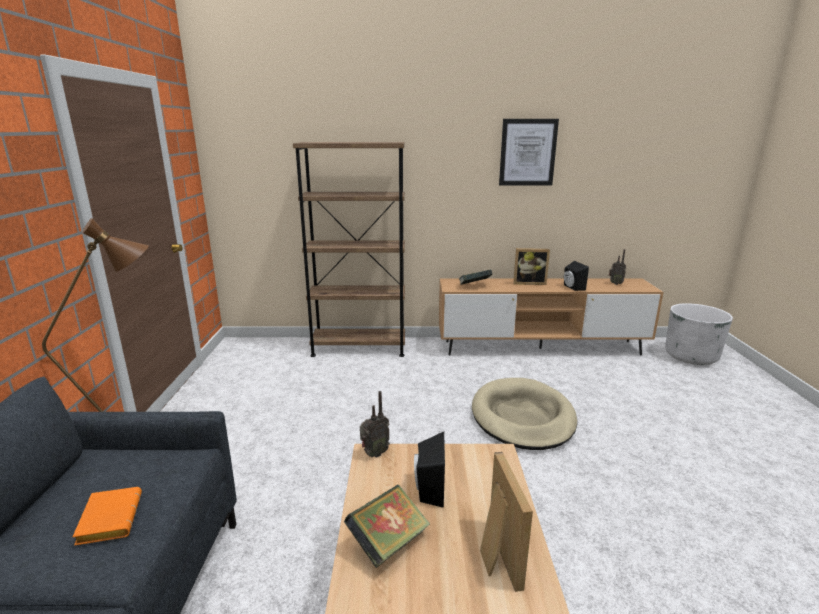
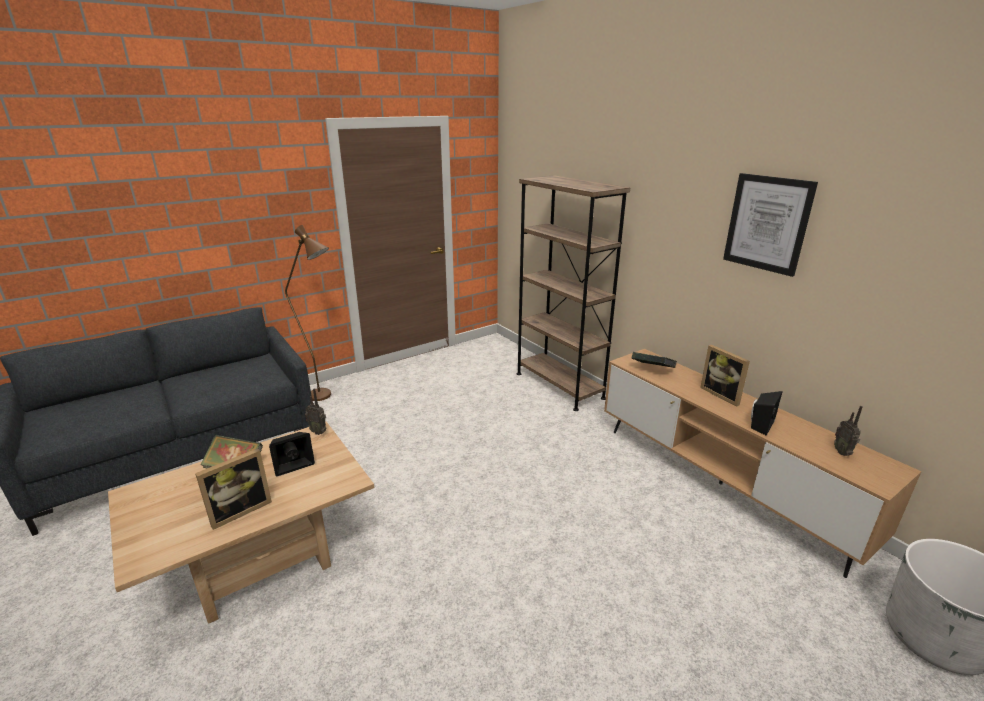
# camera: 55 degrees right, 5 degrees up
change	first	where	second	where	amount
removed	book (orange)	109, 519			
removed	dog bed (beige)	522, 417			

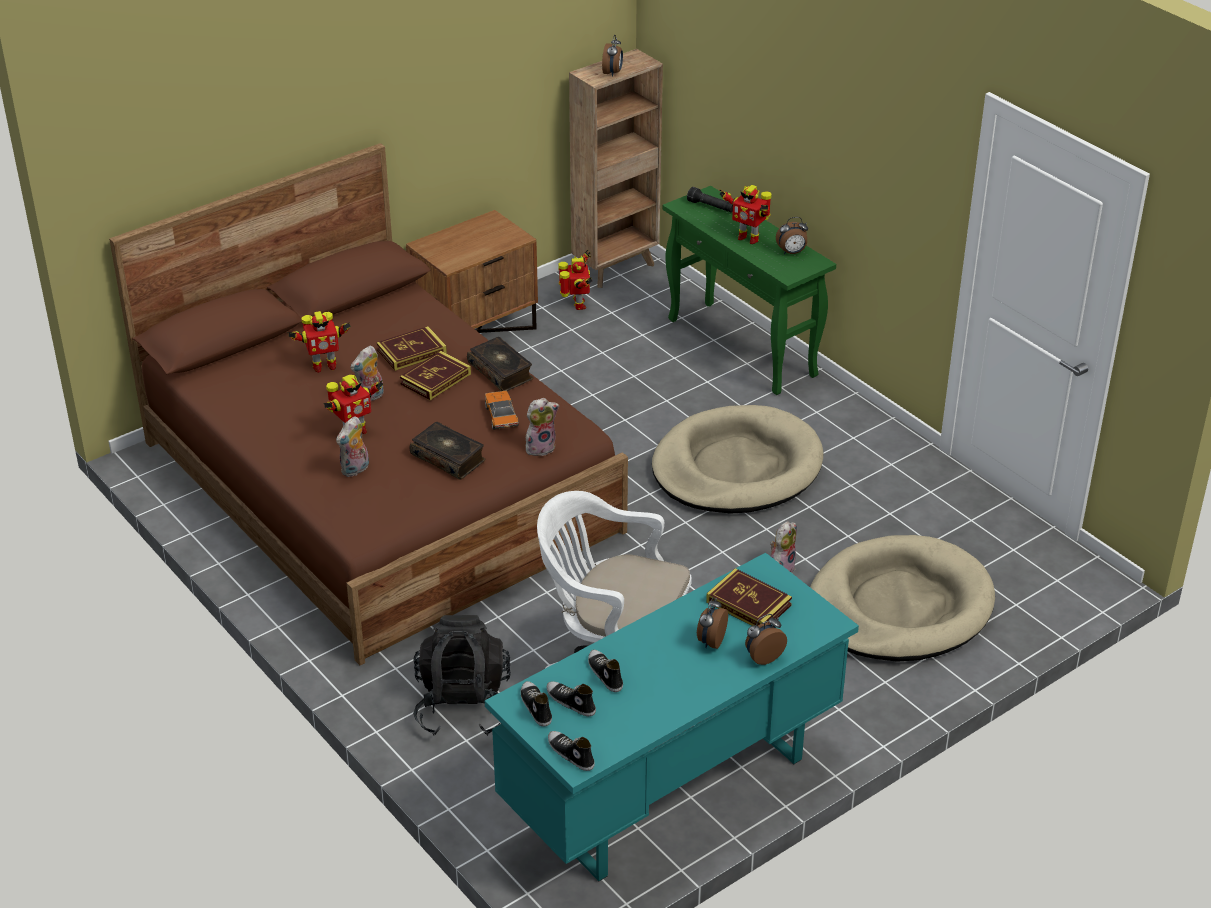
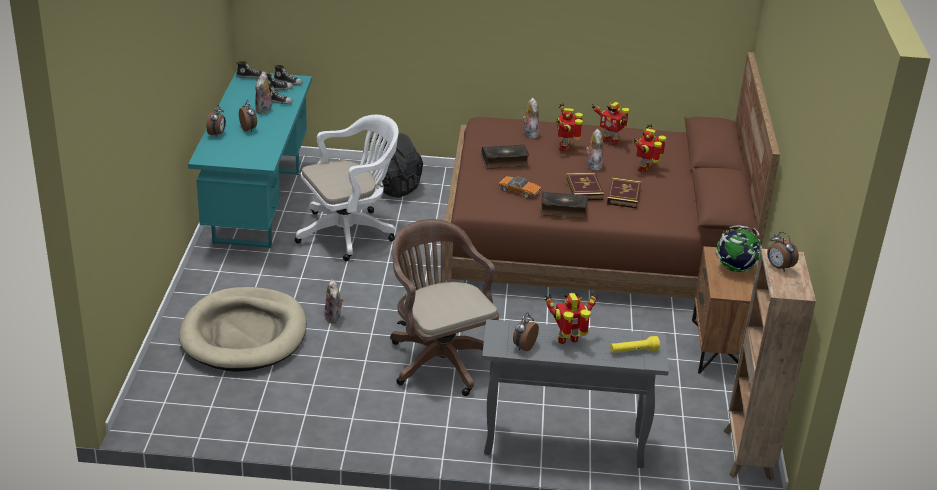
# camera: 130 degrees right, 5 degrees down
change	first	where	second	where	amount
removed	book	748, 603			
added			globe	735, 268	
moved	plush toy	540, 447		264, 110	
moved	toy robot	577, 305		610, 141	
replaced	dog bed (beige)	736, 467	office chair (brown)	439, 358	
recoloured	console table (green)	743, 348	console table (grey)	562, 445	
recoloured	flashlight (black)	711, 207	flashlight (yellow)	633, 351	

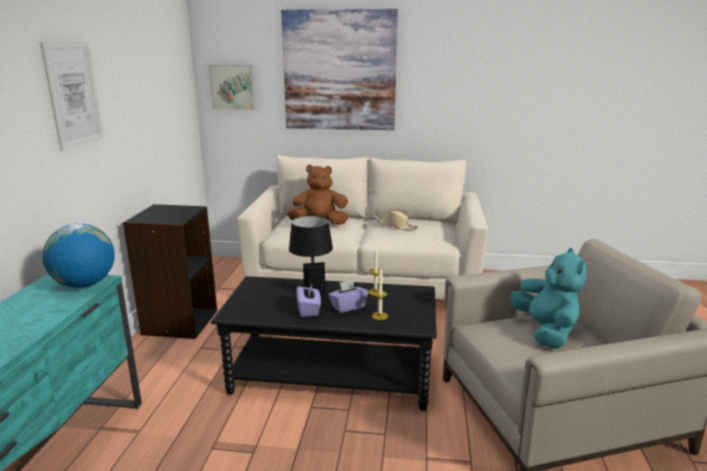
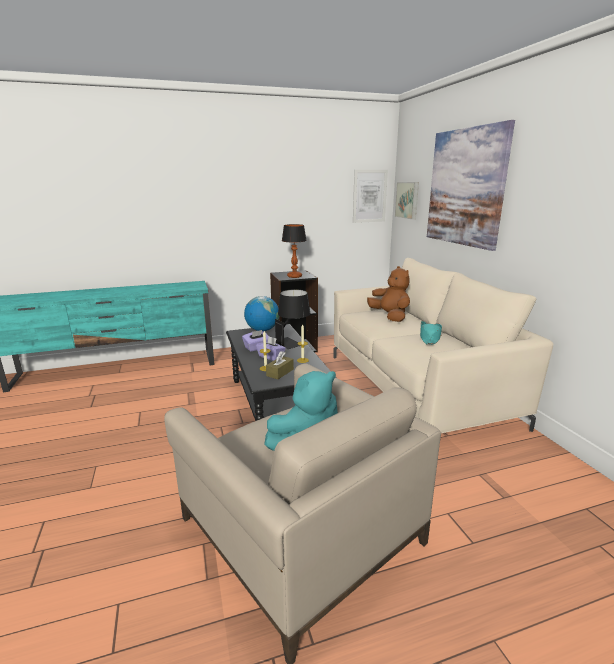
# camera: 65 degrees right, 0 degrees up
change	first	where	second	where	amount
added			tissue box (brown)	280, 372	
added			table lamp	294, 276	
moved	picture	73, 94		369, 196	
moved	globe	84, 284		262, 330	
recoloured	hat (beige)	395, 225	hat (turquoise)	429, 338	

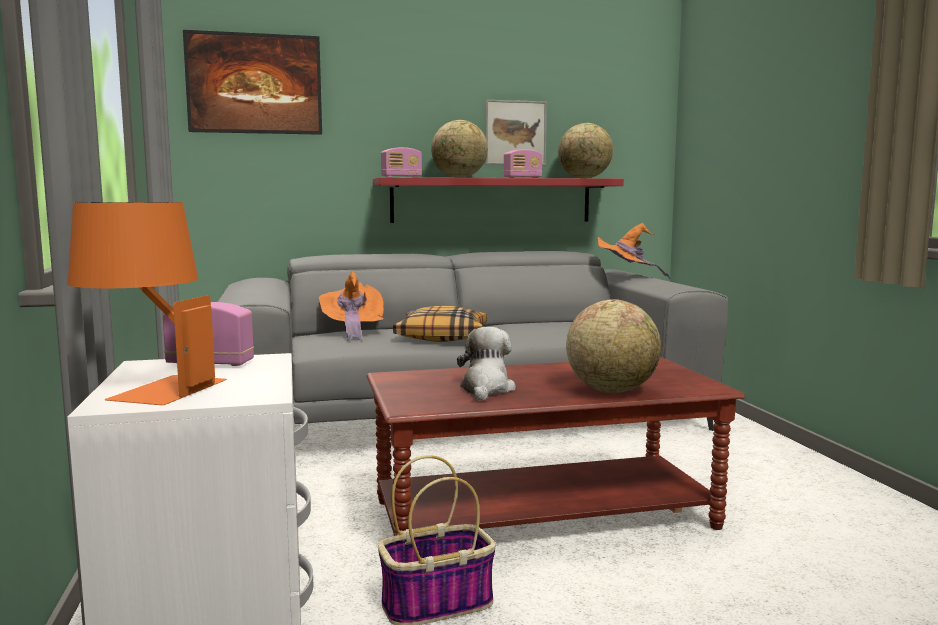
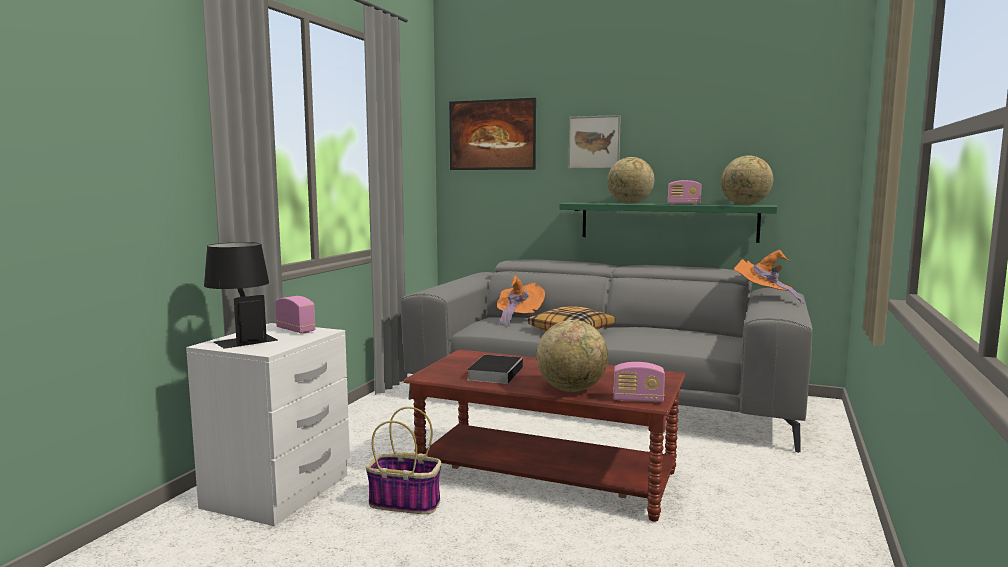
# camera: 35 degrees right, 0 degrees up
change	first	where	second	where	amount
moved	radio	401, 177		638, 400	
moved	picture	515, 133		594, 142	
replaced	plush toy	486, 389	book	495, 373	
recoloured	table lamp (orange)	148, 387	table lamp (black)	241, 339	
recoloured	shelf (red)	492, 200	shelf (green)	667, 221	

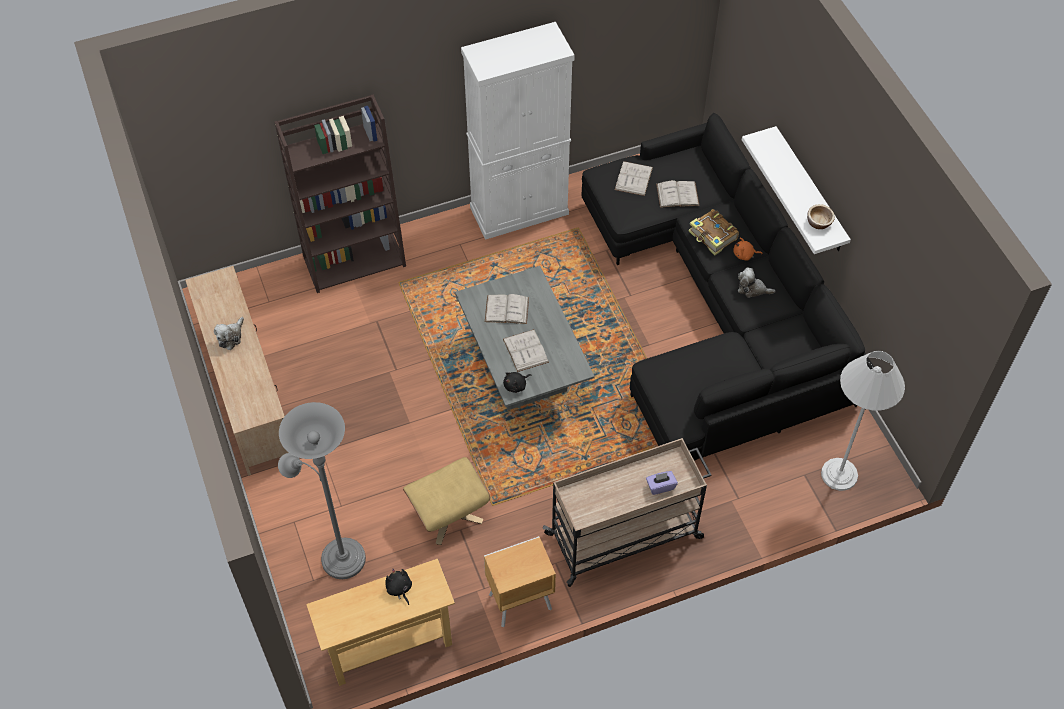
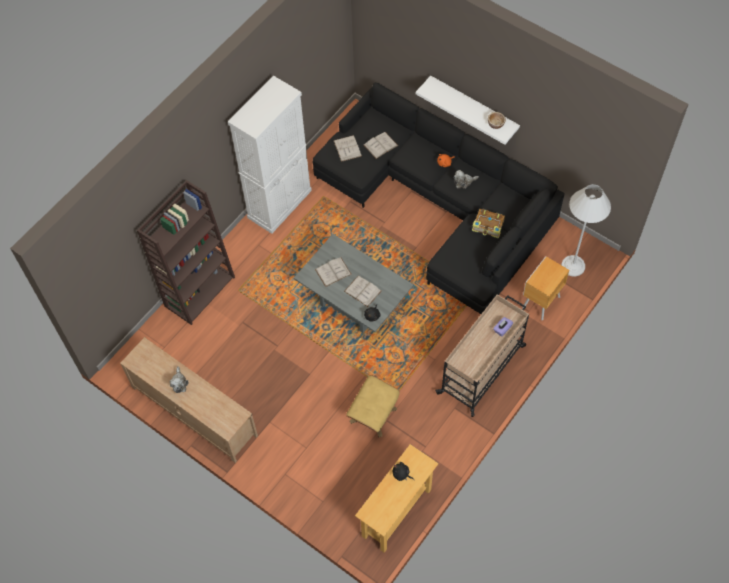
# camera: 30 degrees left, 5 degrees up
change	first	where	second	where	amount
removed	floor lamp (grey)	338, 556			
moved	nightstand (brown)	518, 602		540, 303	
moved	book	713, 237		488, 226	

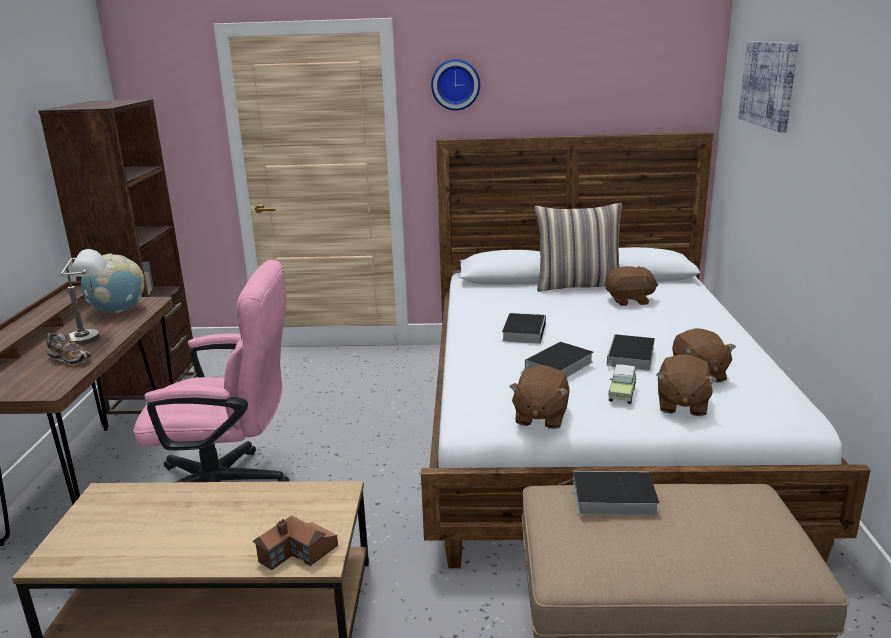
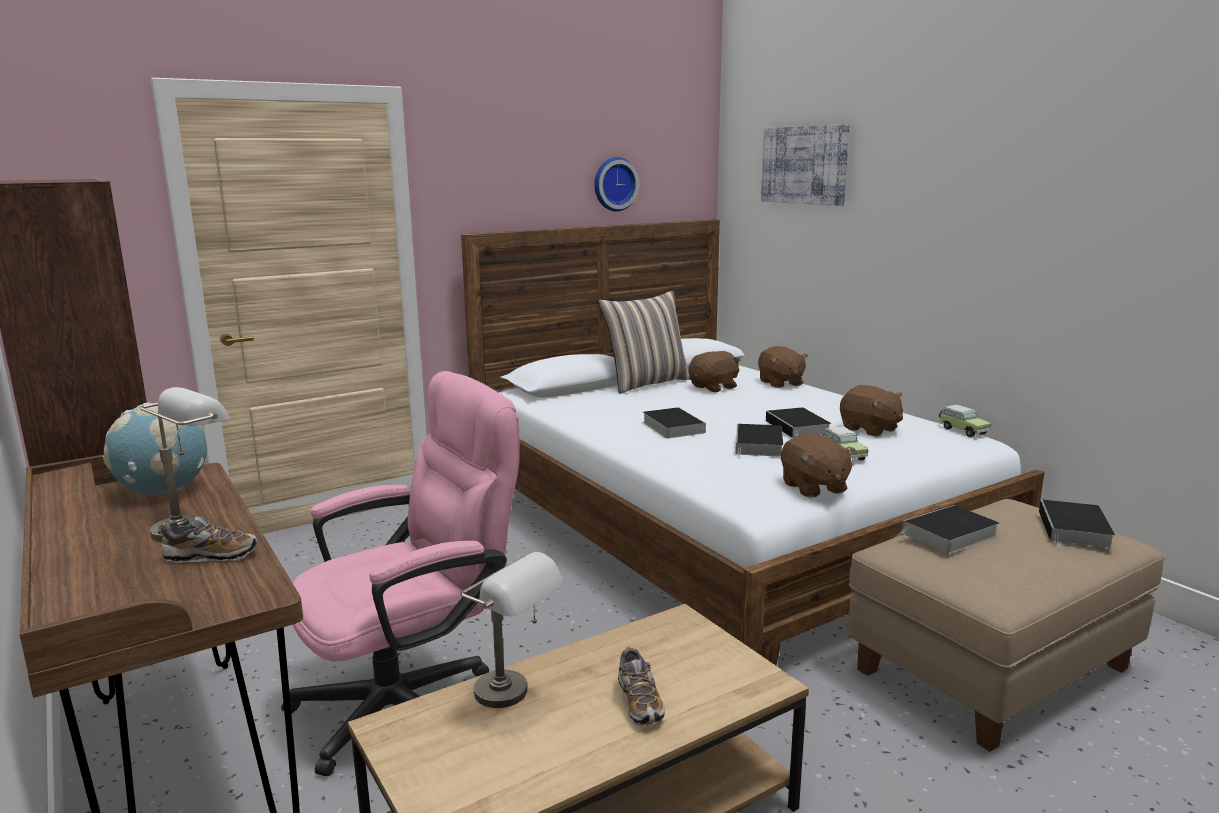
# camera: 35 degrees left, 5 degrees down
change	first	where	second	where	amount
removed	toy house	298, 553			
added			table lamp (grey)	516, 697	
added			shoe	639, 703	
added			toy car	962, 430	
added			book	1075, 530	
moved	wall clock	455, 84		614, 184	
moved	plush toy (brown)	681, 405		780, 383	

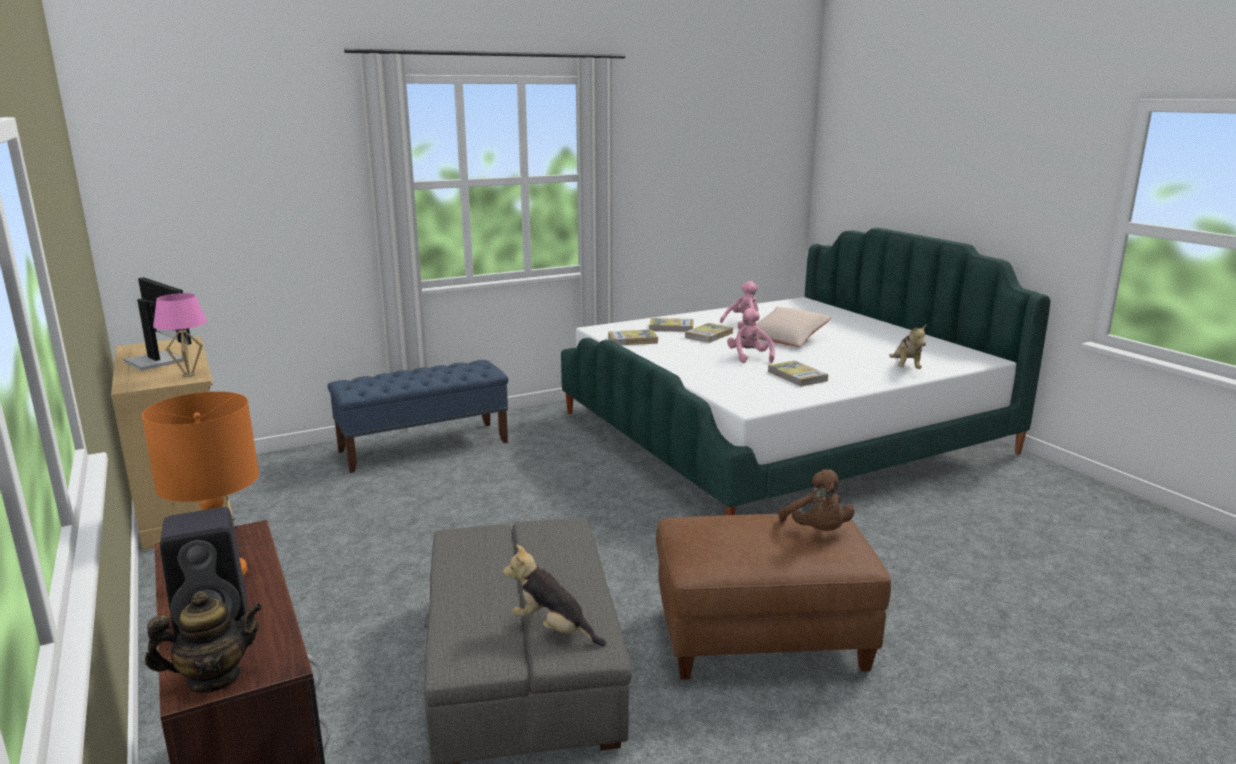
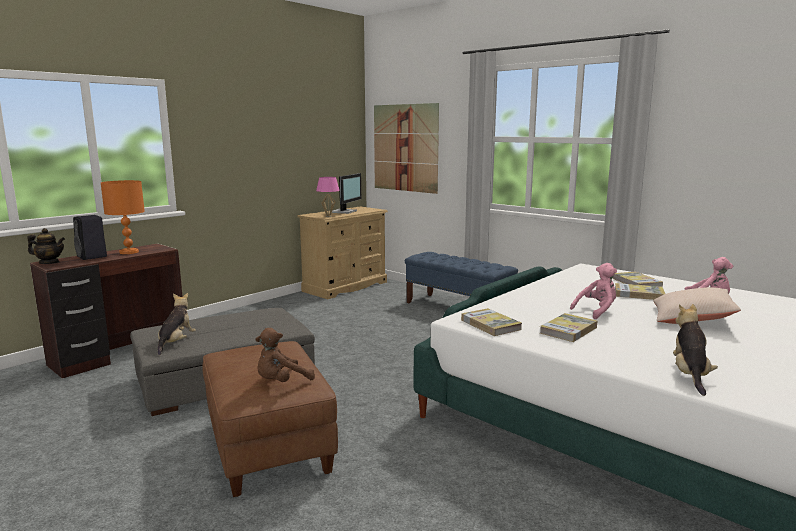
# camera: 70 degrees right, 5 degrees down
change	first	where	second	where	amount
added			picture	405, 148	
moved	book	632, 340		490, 325	
turned	teapot	213, 678		49, 263	45 degrees counterclockwise
turned	plush toy	906, 368		689, 375	120 degrees clockwise

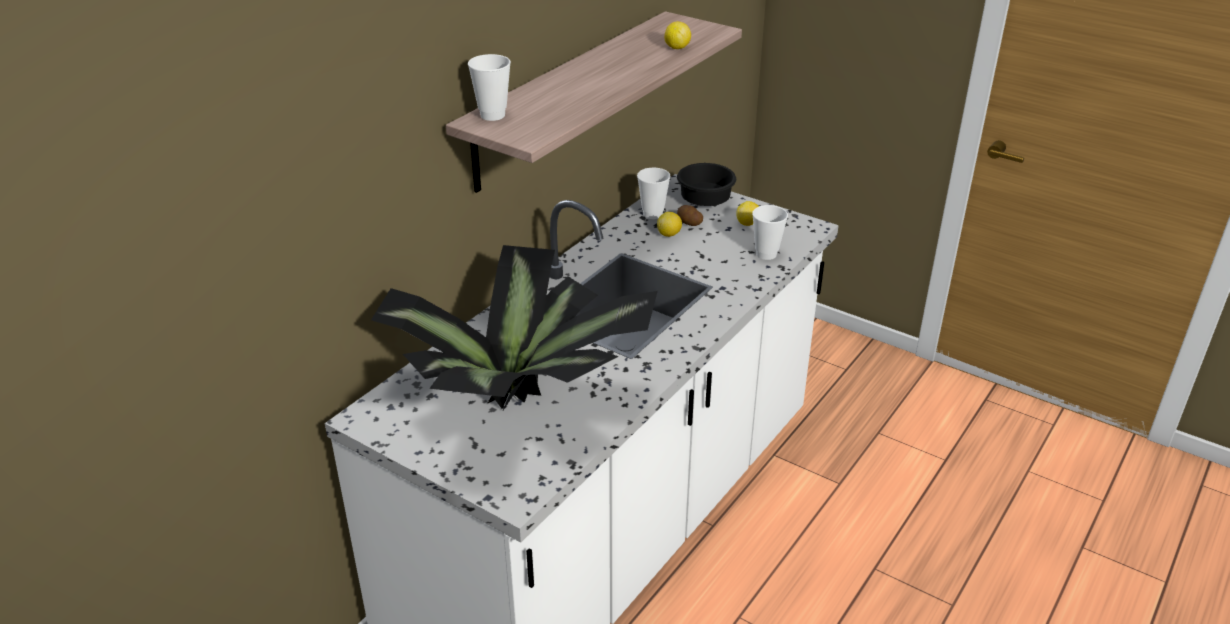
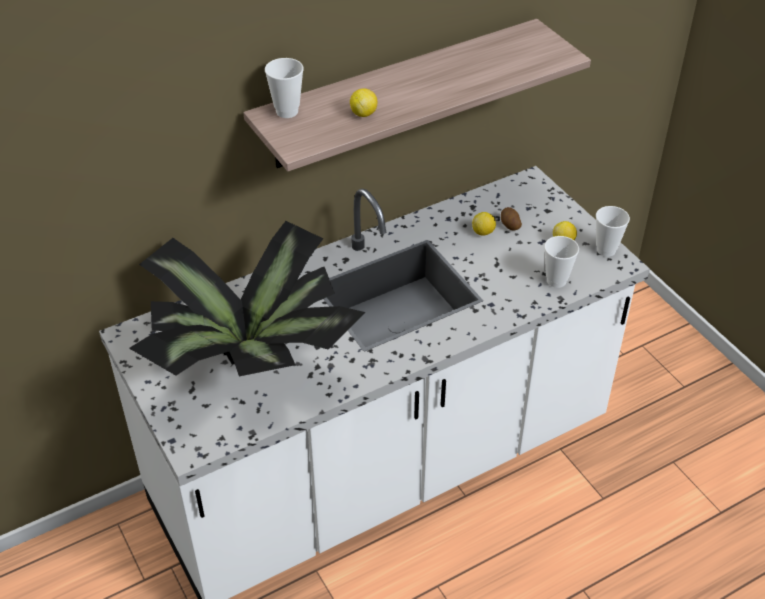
# camera: 25 degrees right, 10 degrees up
change	first	where	second	where	amount
removed	bowl (black)	707, 202			
moved	cup	652, 214		606, 250	
moved	lemon	677, 47		363, 113	

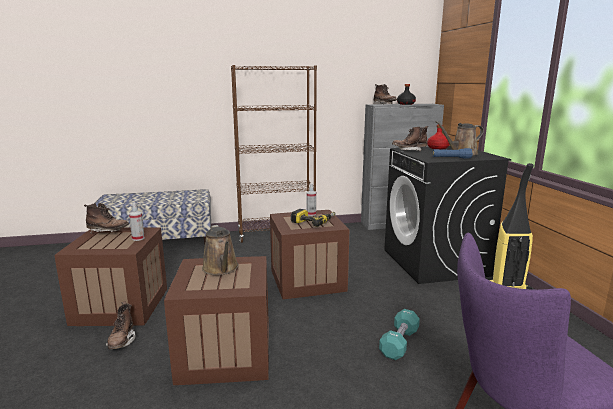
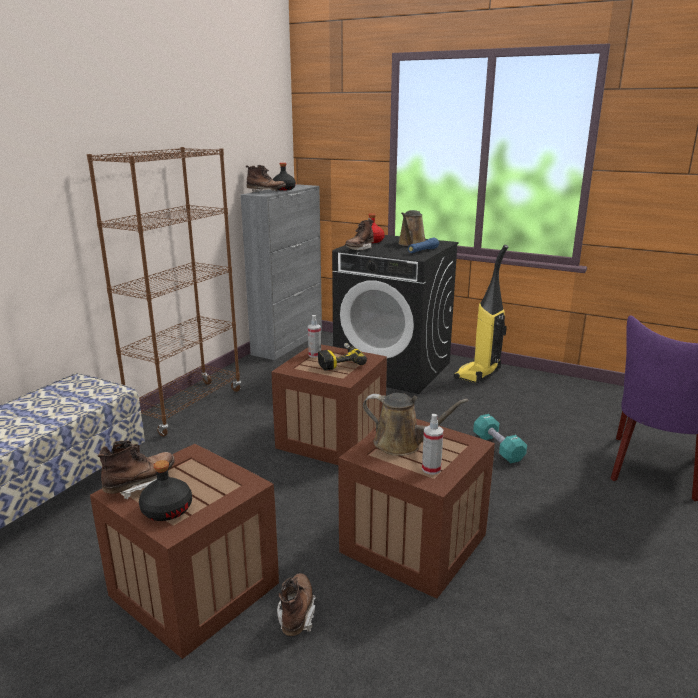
# camera: 50 degrees left, 5 degrees up
change	first	where	second	where	amount
added			bottle (black)	166, 510	
moved	spray bottle	138, 238		431, 469	
turned	boot (brown)	122, 341		296, 614	120 degrees counterclockwise

